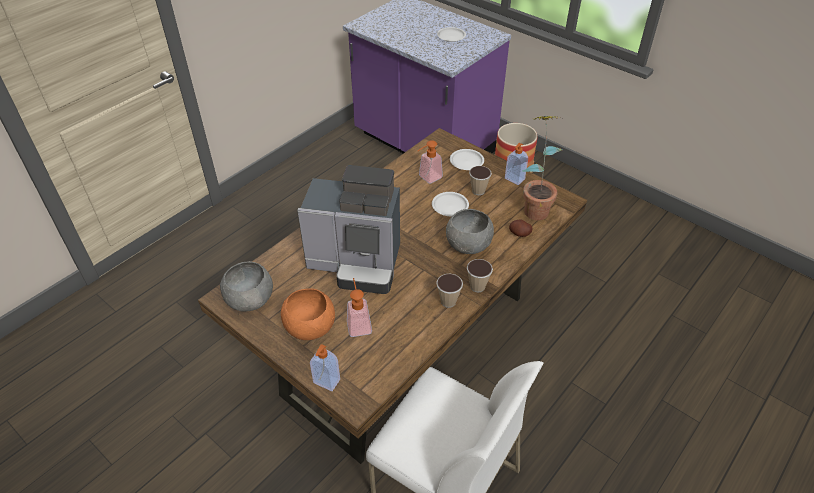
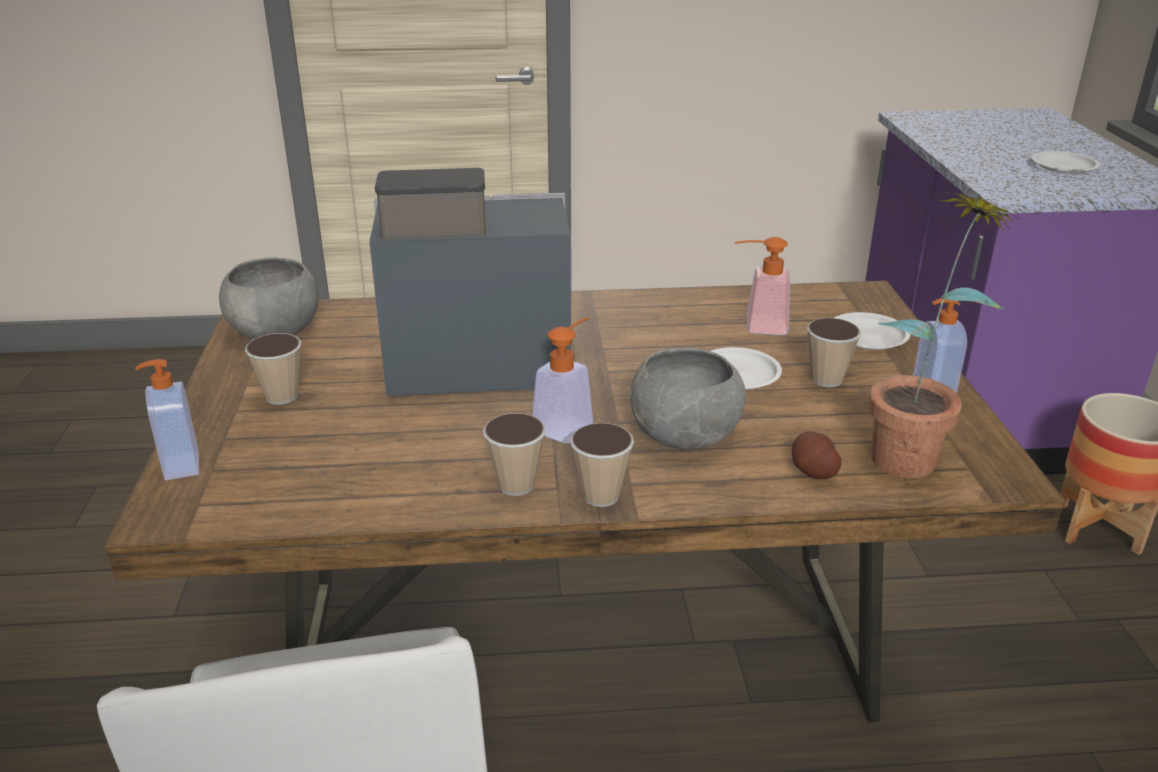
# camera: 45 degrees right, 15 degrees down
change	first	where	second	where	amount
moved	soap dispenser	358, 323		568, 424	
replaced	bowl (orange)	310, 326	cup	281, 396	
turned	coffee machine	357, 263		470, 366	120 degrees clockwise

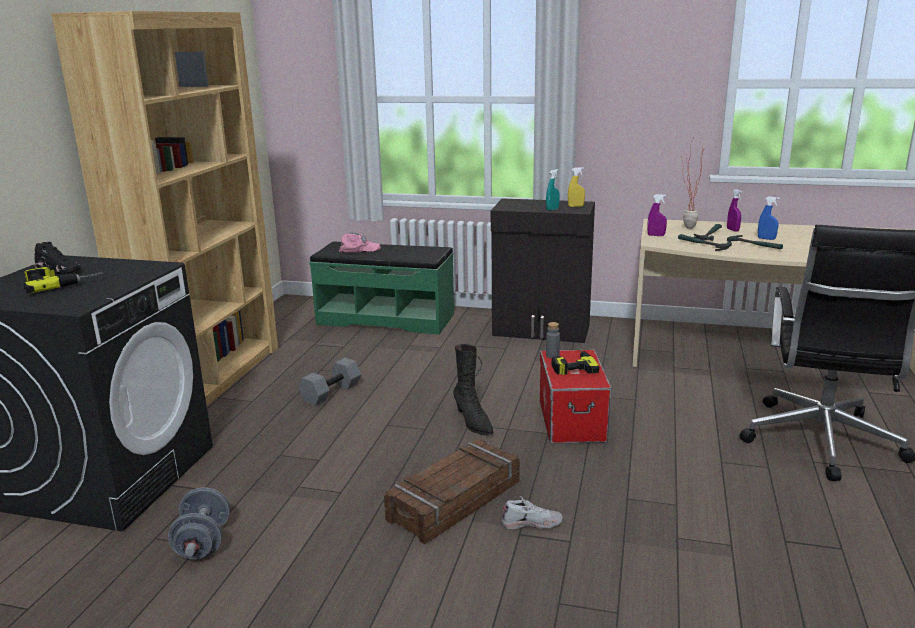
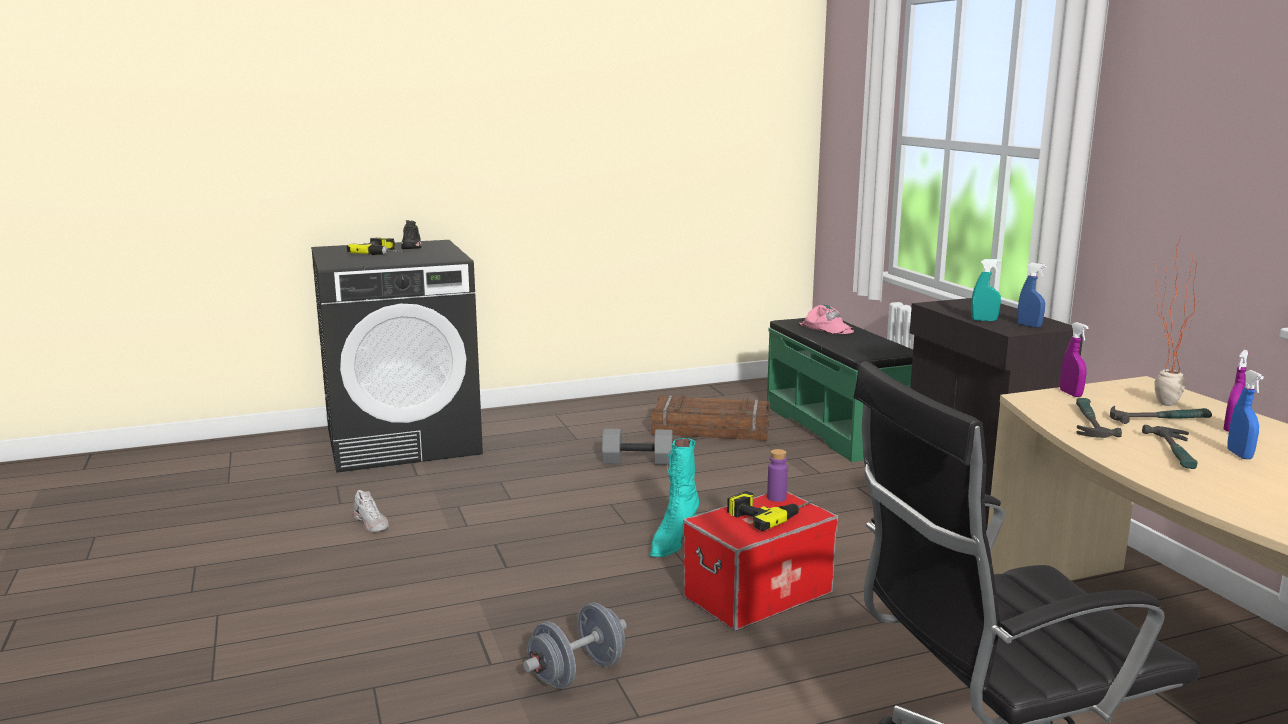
# camera: 55 degrees right, 5 degrees down
change	first	where	second	where	amount
removed	bookcase (brown)	210, 376			
moved	dumbbell (grey)	203, 543		577, 673	
moved	crate	454, 500		711, 430	
moved	shoe (white)	532, 523		371, 523	
recoloured	boot (black)	473, 422	boot (turquoise)	672, 541	
recoloured	bottle (grey)	552, 355	bottle (purple)	776, 498	
recoloured	spray bottle (yellow)	576, 206	spray bottle (blue)	1029, 325	

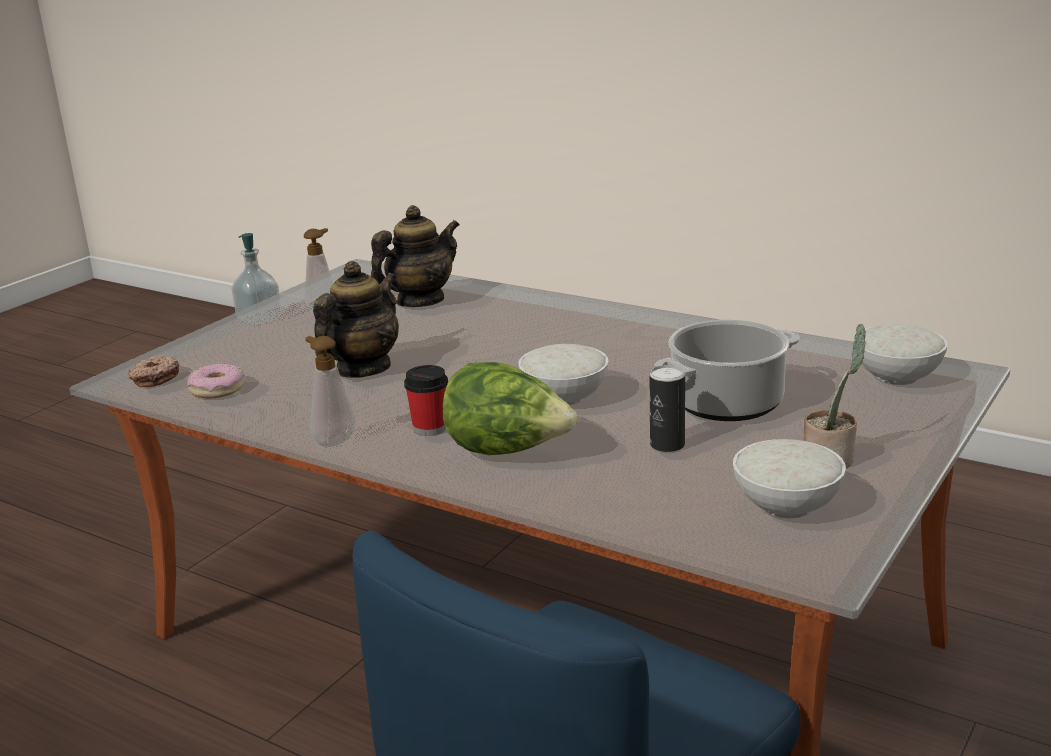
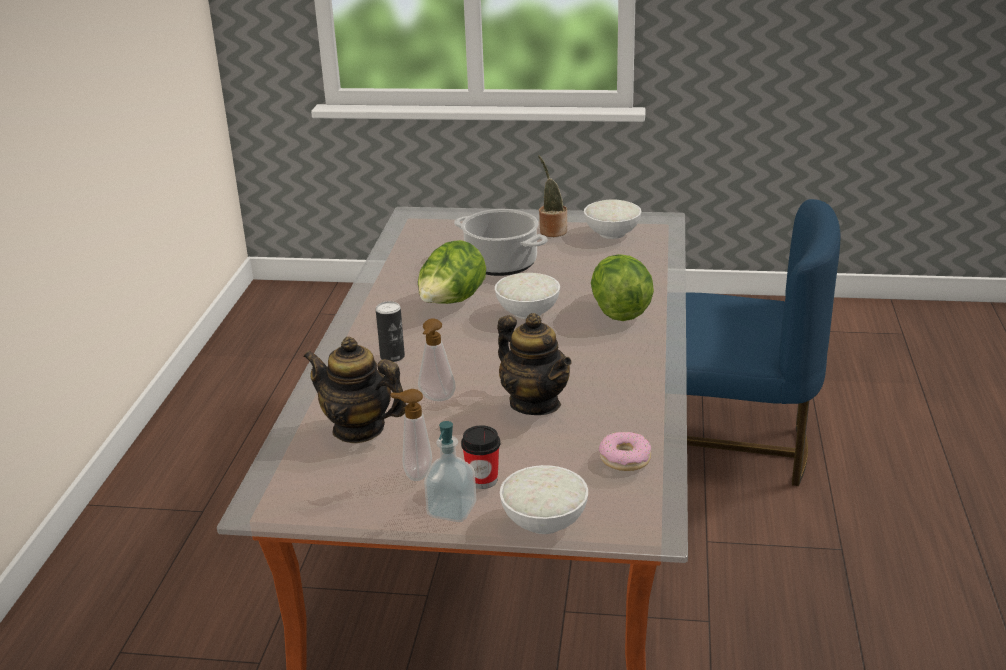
# camera: 115 degrees left, 5 degrees up
change	first	where	second	where	amount
removed	donut	154, 378			
added			lettuce	451, 303	
moved	soap dispenser	332, 440		436, 399	
moved	cup	430, 428		482, 480	
moved	can	667, 445		392, 356	
moved	bowl (white)	896, 376		543, 522	
turned	teapot	362, 369		535, 403	135 degrees counterclockwise

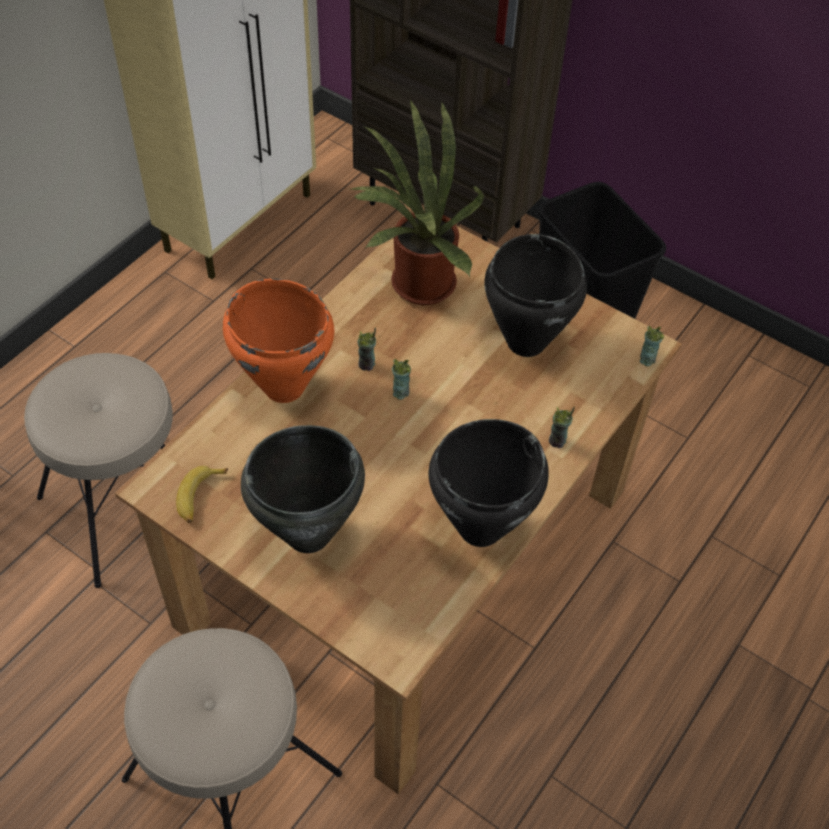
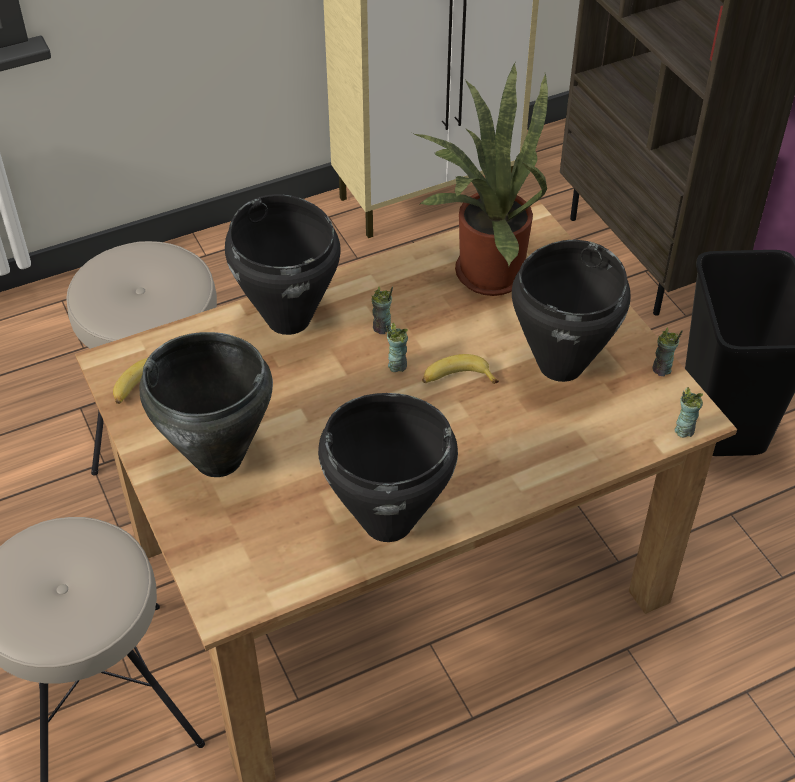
# camera: 30 degrees right, 5 degrees down
change	first	where	second	where	amount
added			banana	456, 379	
moved	cup	557, 441		661, 369	
recoloured	cooking pot (orange)	284, 386	cooking pot (black)	289, 318	

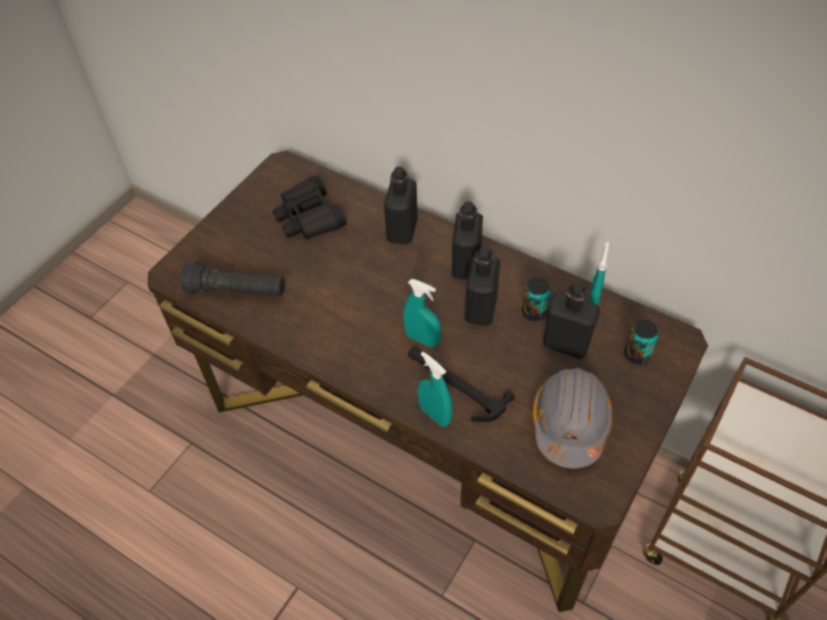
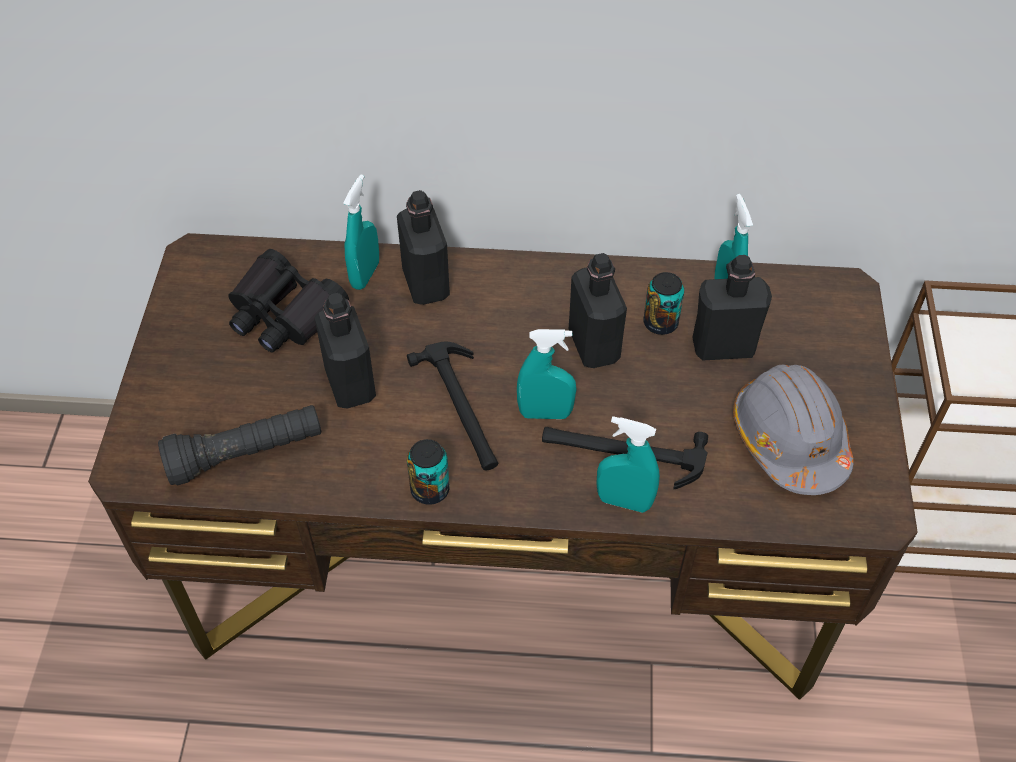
# camera: 30 degrees left, 0 degrees up
change	first	where	second	where	amount
added			spray bottle (turquoise)	365, 275	
added			hammer	462, 407	
moved	bottle (black)	466, 265		350, 384	
moved	can	637, 354		430, 490	

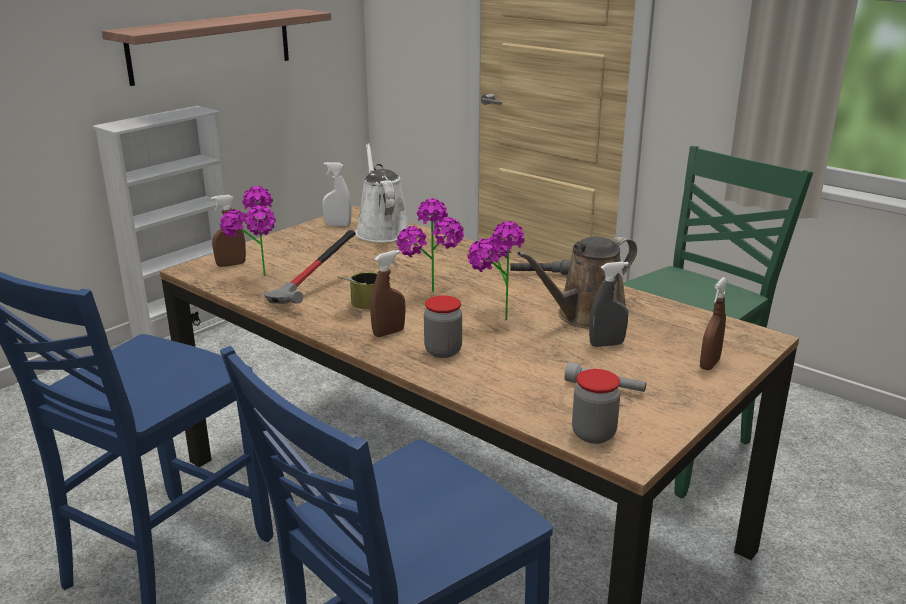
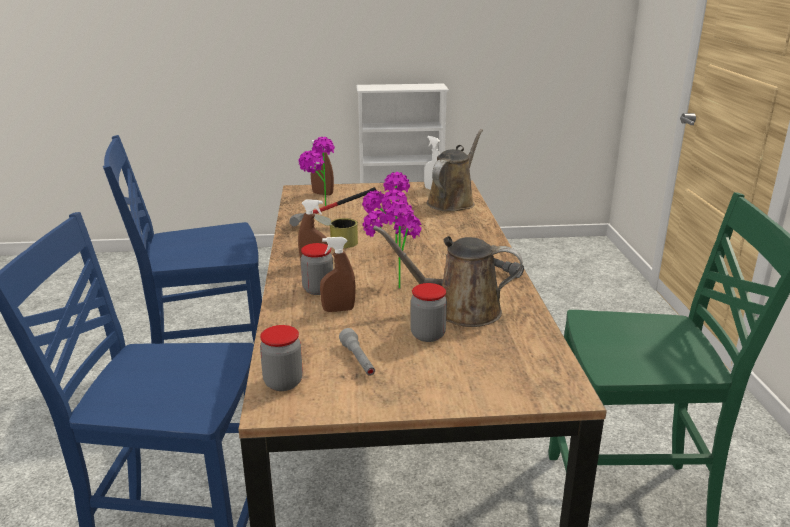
# camera: 45 degrees right, 0 degrees up
change	first	where	second	where	amount
removed	shelf	211, 45			
moved	spray bottle (brown)	709, 364		338, 310	
replaced	spray bottle (grey)	606, 344	jar	428, 335	
recoloured	watering can (white)	381, 230	watering can (brown)	453, 202	

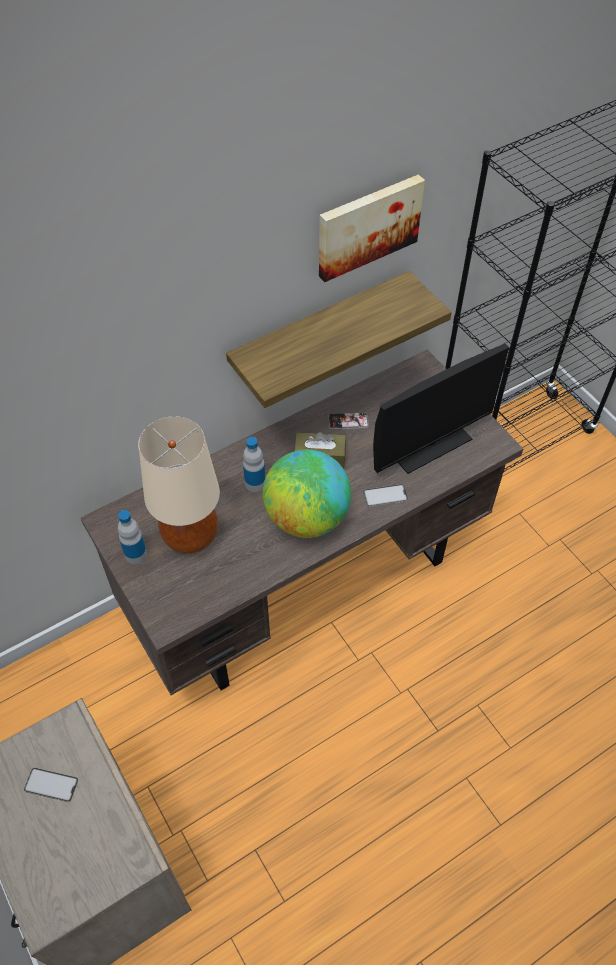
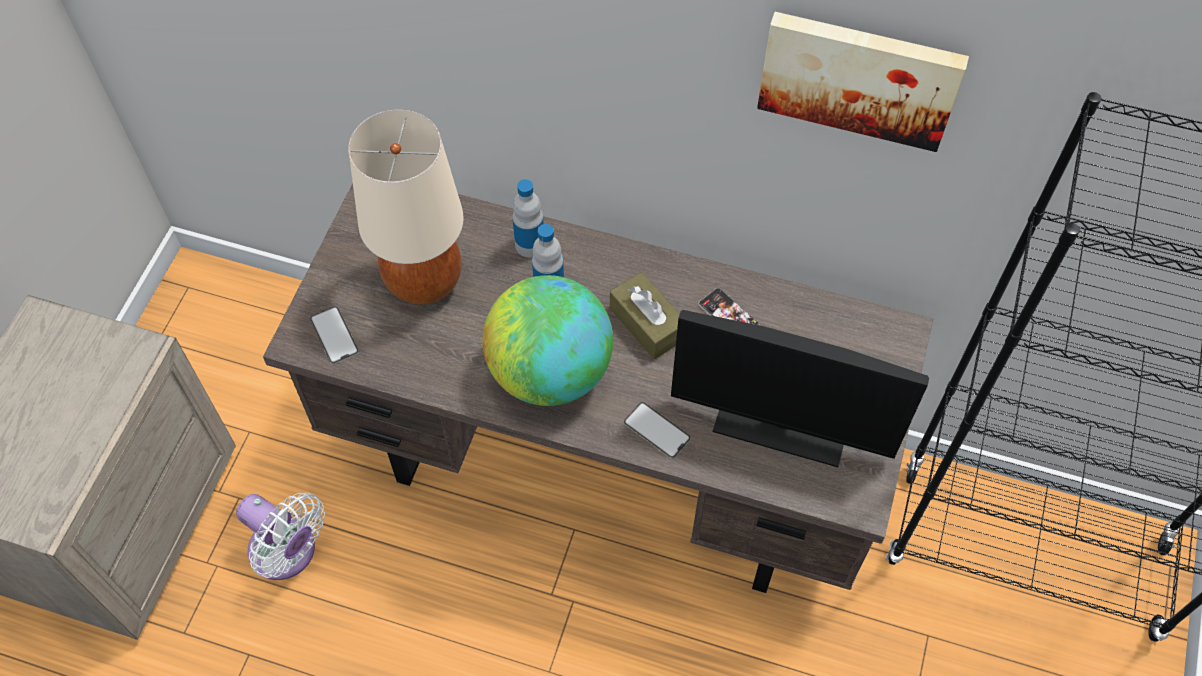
# camera: 50 degrees right, 5 degrees up
change	first	where	second	where	amount
removed	shelf	320, 334			
added			fan (white)	287, 553	
moved	phone	51, 785		334, 335	
moved	bottle	136, 554		530, 245	

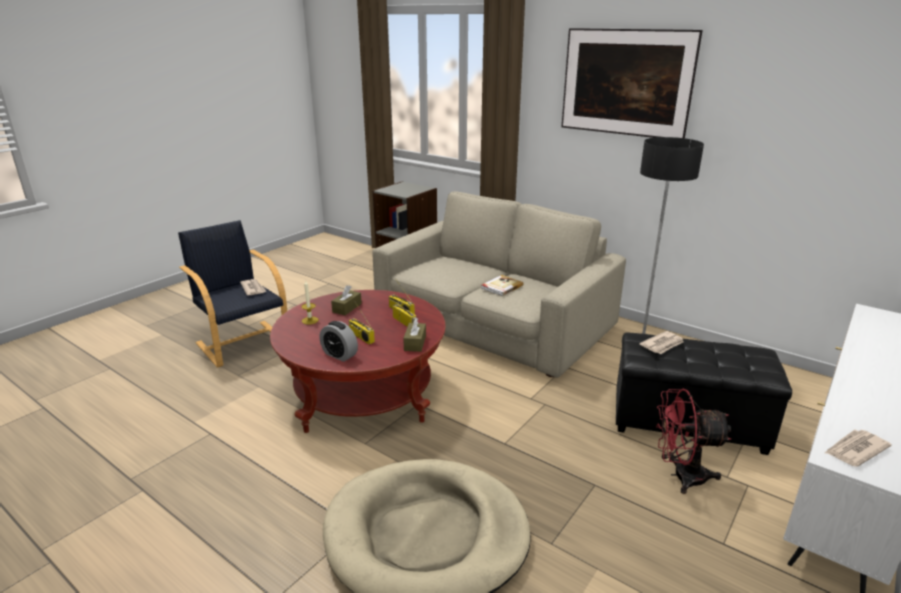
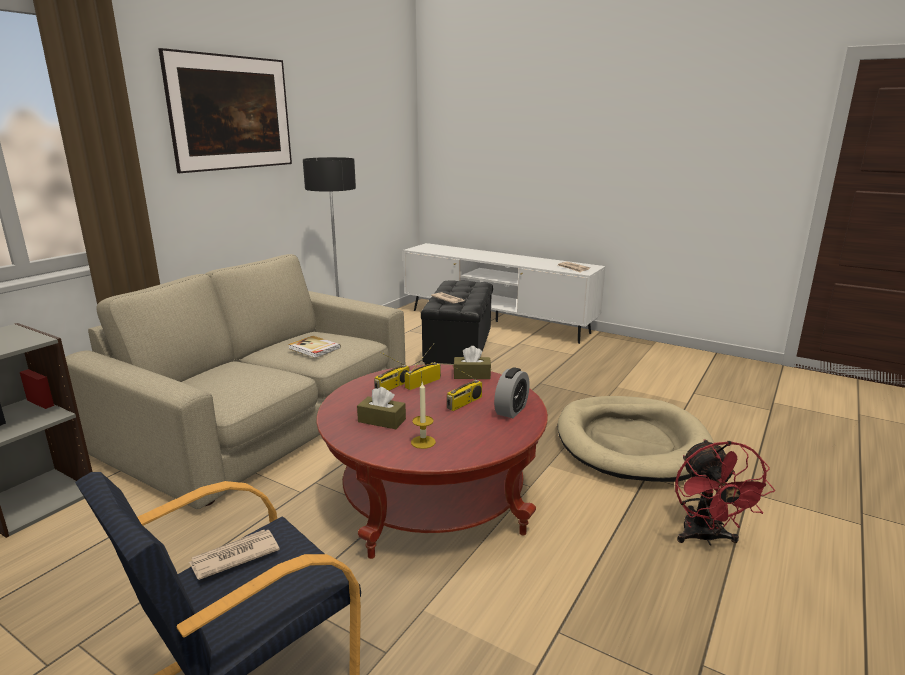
# camera: 95 degrees left, 5 degrees down
change	first	where	second	where	amount
moved	fan (red)	680, 476		705, 538	

